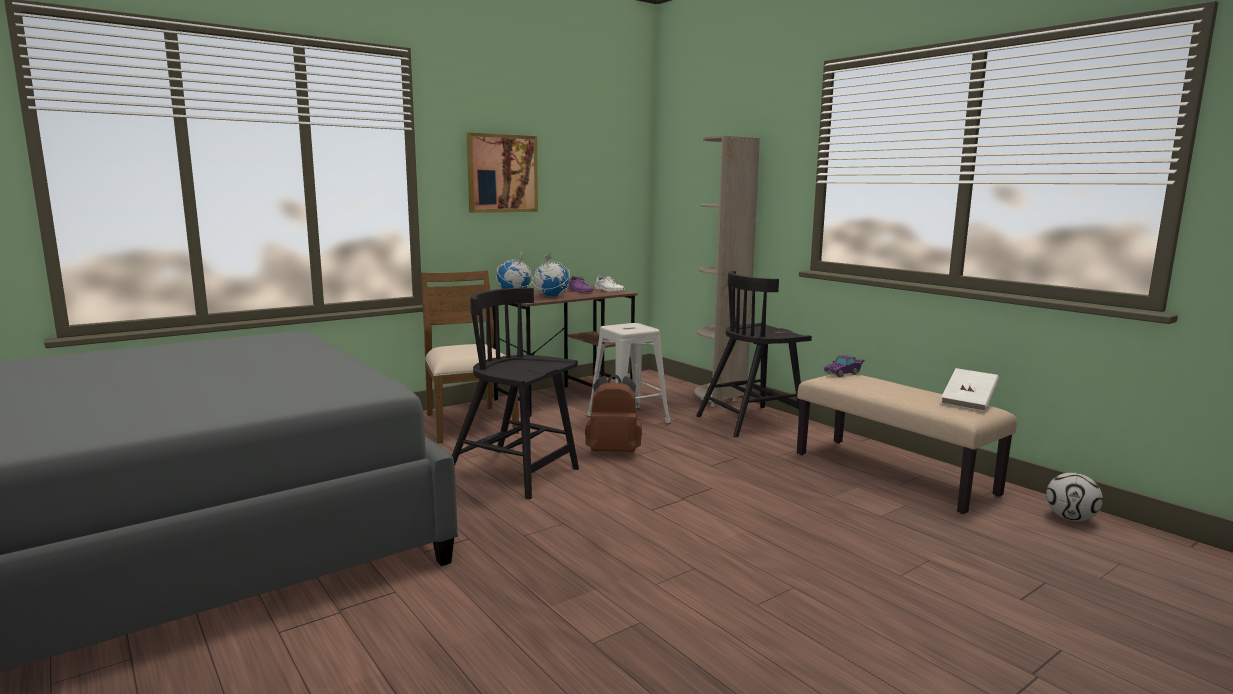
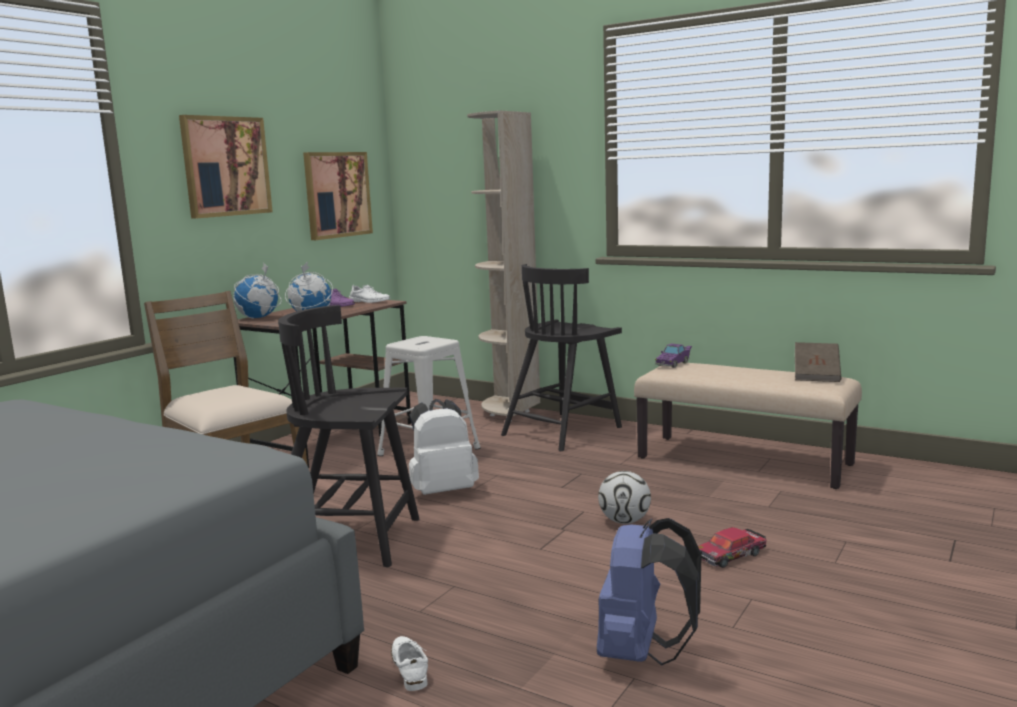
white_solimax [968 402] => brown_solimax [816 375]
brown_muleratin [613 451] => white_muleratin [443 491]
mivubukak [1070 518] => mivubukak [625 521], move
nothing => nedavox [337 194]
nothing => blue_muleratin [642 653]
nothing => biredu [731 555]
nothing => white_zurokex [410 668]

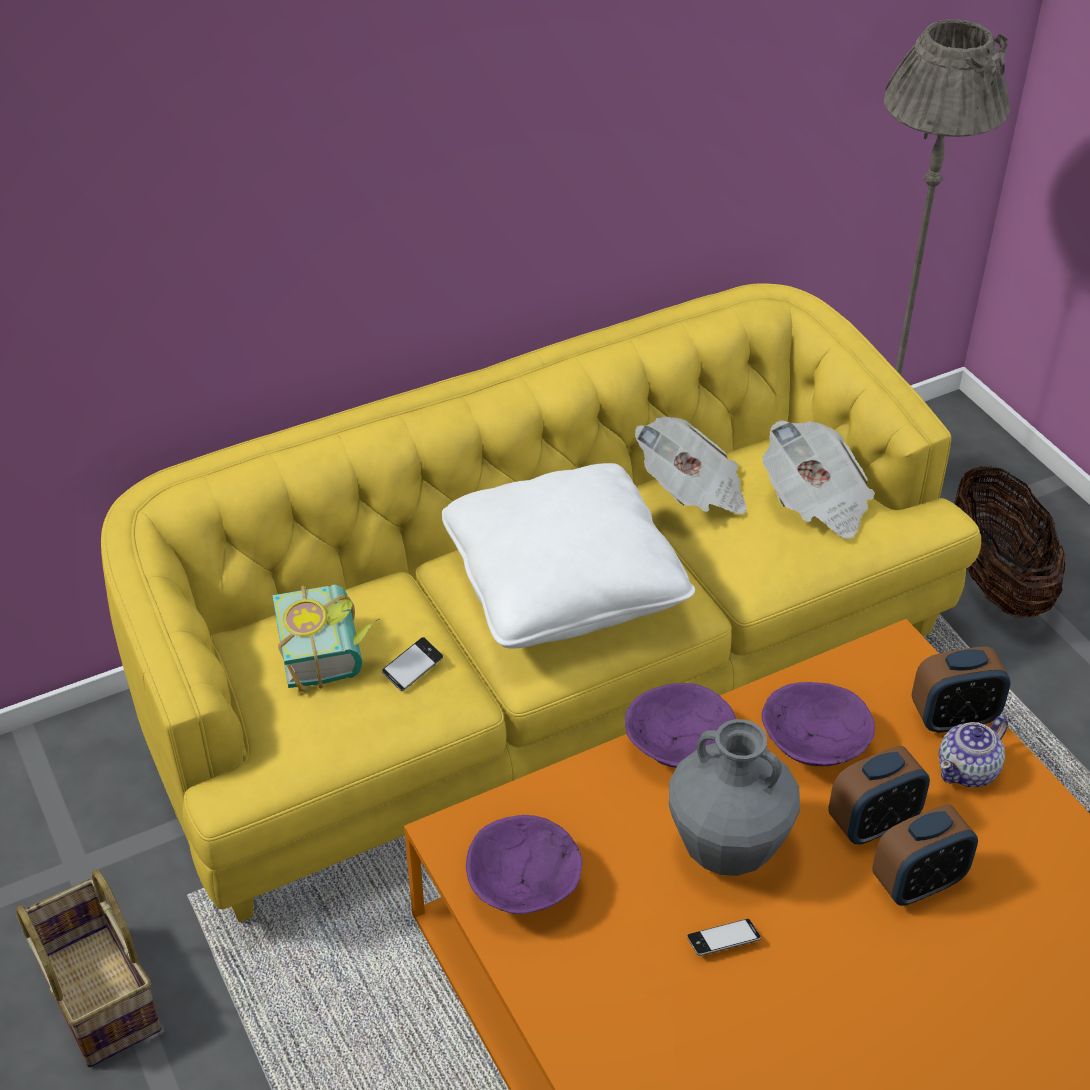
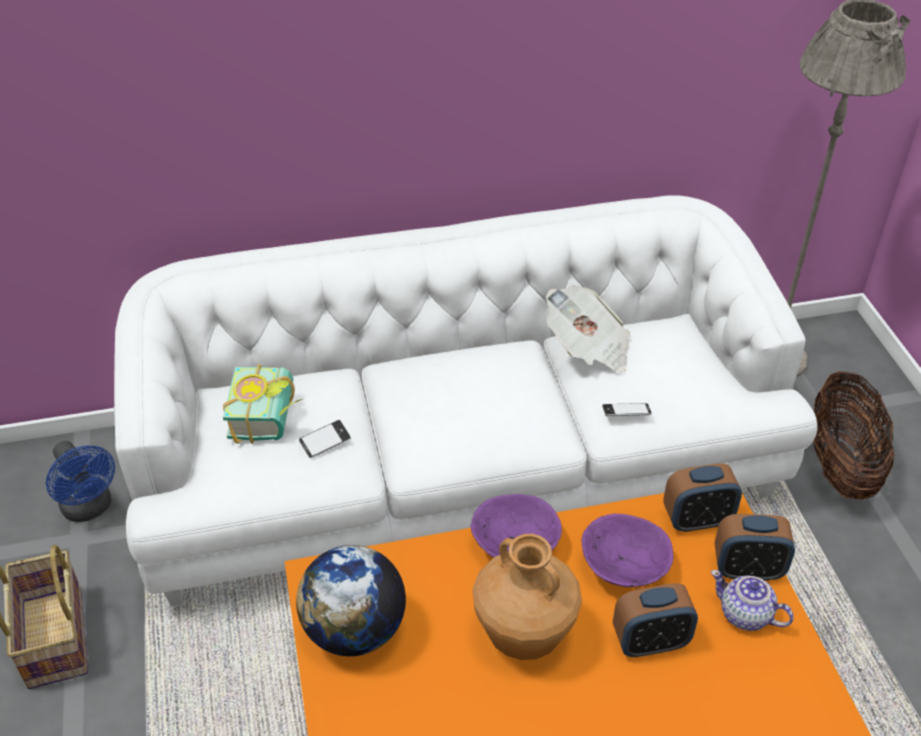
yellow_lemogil [544 674] => white_lemogil [459 467]
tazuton [816 502] => nothing
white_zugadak [564 583] => nothing
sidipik [968 770] => sidipik [745 615], 60 degrees clockwise
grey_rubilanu [728 850] => brown_rubilanu [524 637]
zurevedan [918 883] => zurevedan [697 520], move
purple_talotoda [524 888] => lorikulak [355 630]
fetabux [723 941] => fetabux [626 412], move
nothing => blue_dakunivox [90 508]

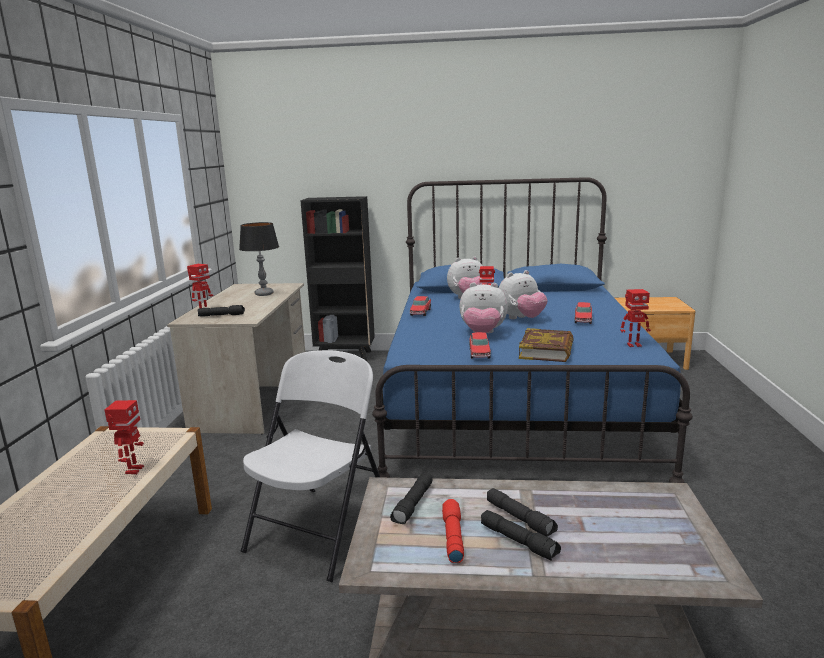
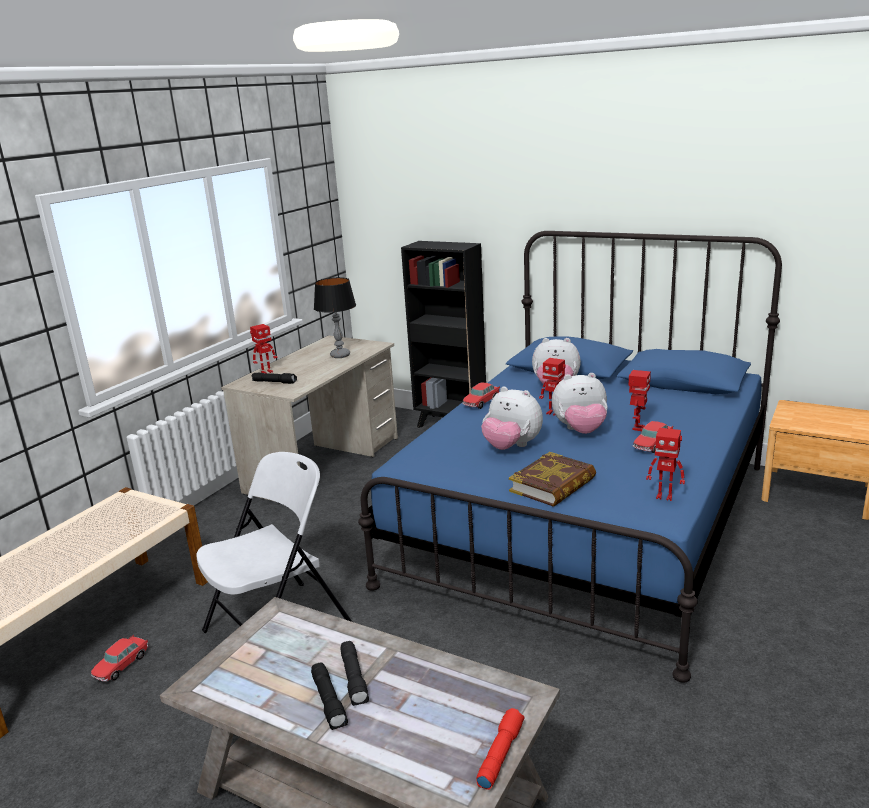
biredu [479 353] => biredu [121 665], move
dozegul [133 470] => dozegul [637 428], move
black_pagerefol [414 504] => nothing
red_pagerefol [452 536] => red_pagerefol [500 754], move

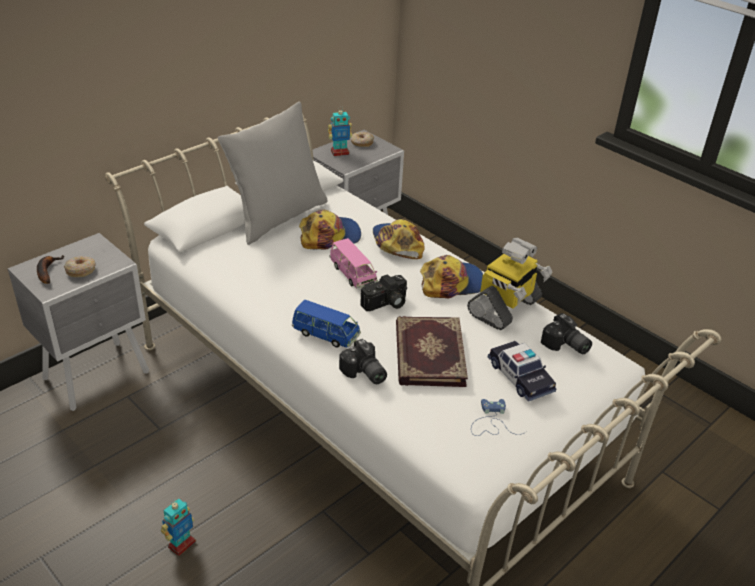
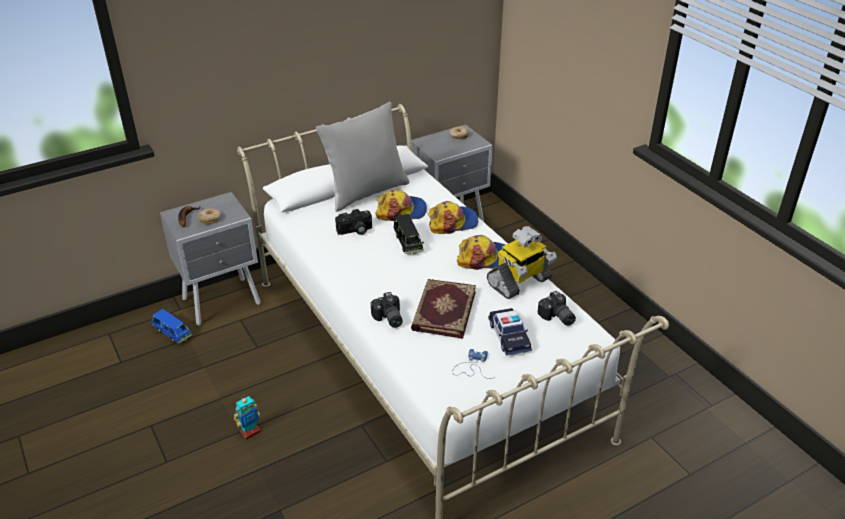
dozegul [340 152] => nothing
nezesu [397 244] => nezesu [452 222], 75 degrees clockwise
pink_biredu [352 274] => black_biredu [408 243]
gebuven [386 304] => gebuven [355 231], move
blue_biredu [326 335] => blue_biredu [173 333], move

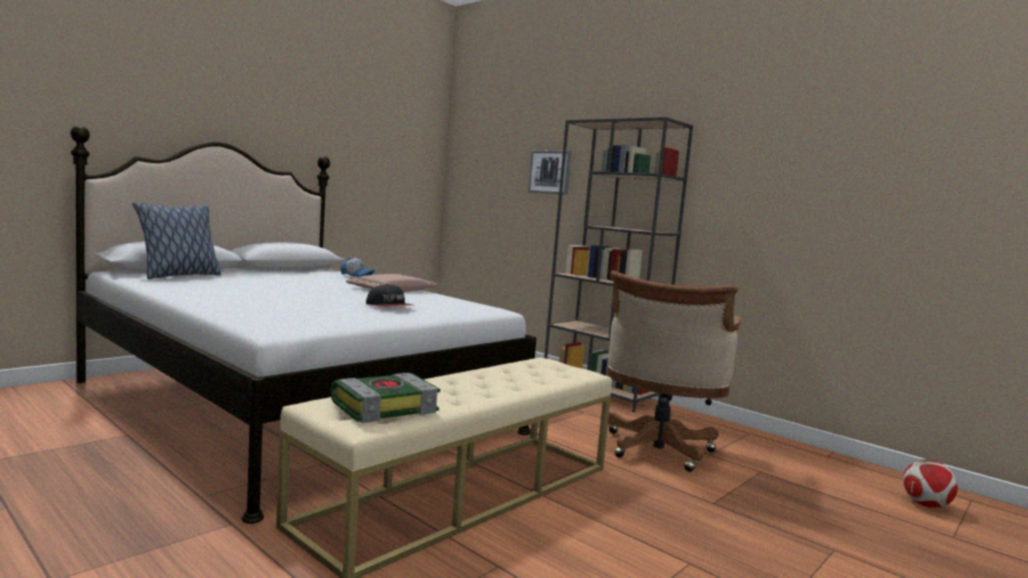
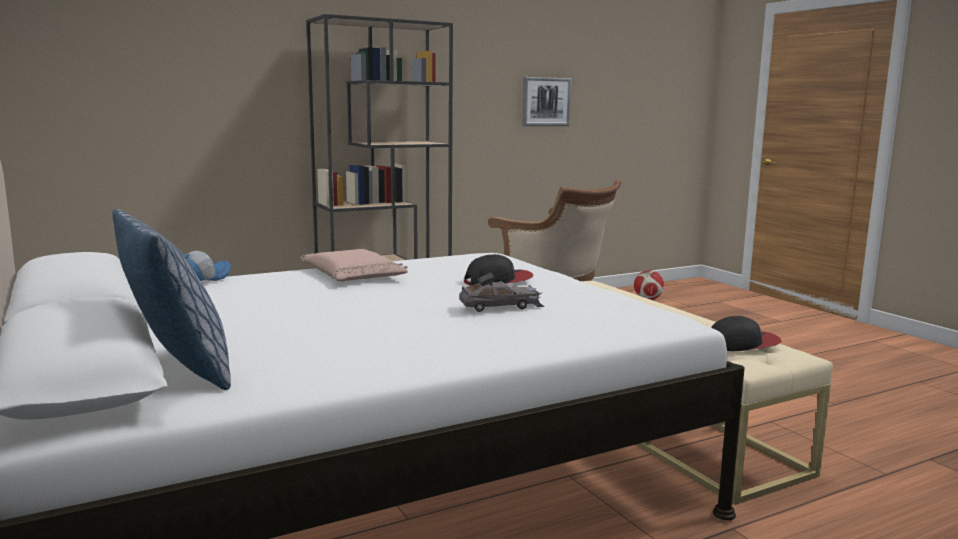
nedavox [550 172] => nedavox [545 102], move
solimax [385 407] => nezesu [742 344]
nothing => grey_biredu [501 306]

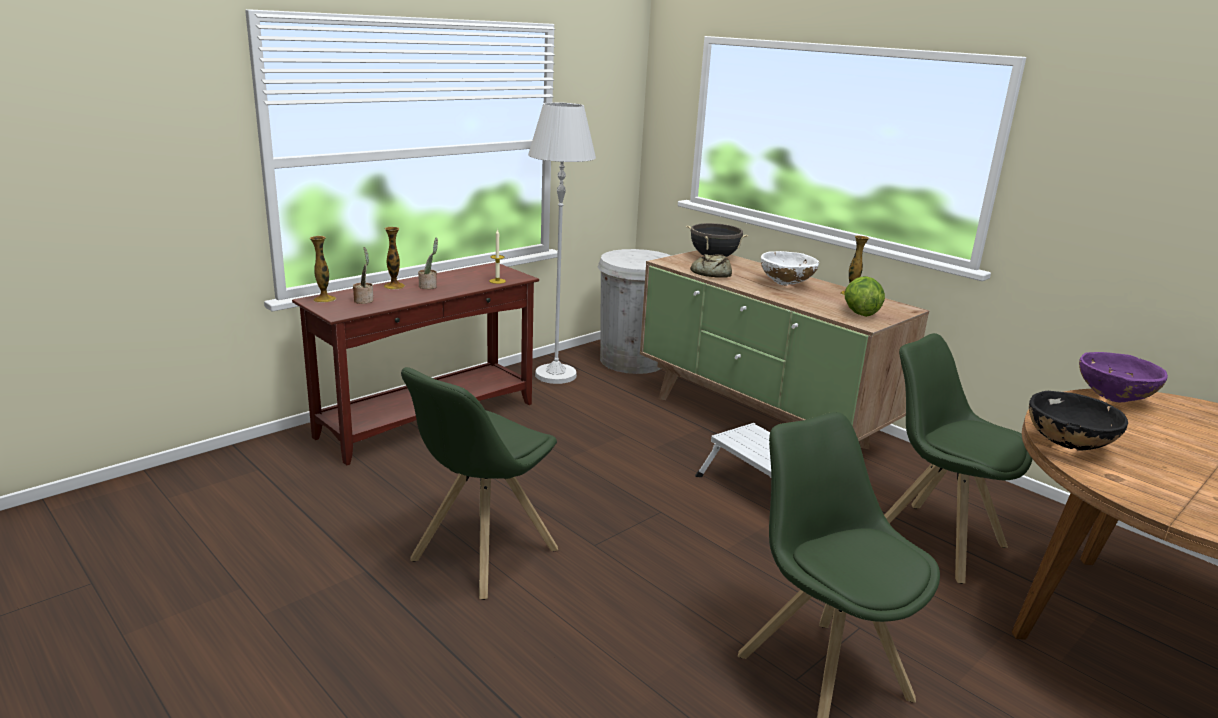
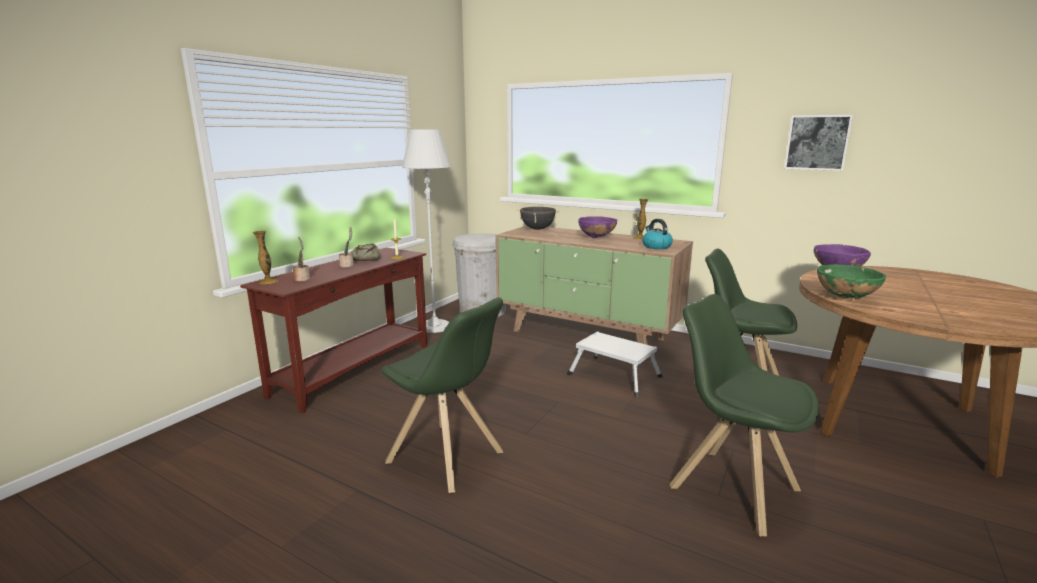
rubilanu [394 286] => nothing
white_talotoda [786 285] => purple_talotoda [596 237]
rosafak [710 273] => rosafak [365 259], move
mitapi [859 313] => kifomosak [656 246]
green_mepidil [483 554] => green_mepidil [446 457], 75 degrees counterclockwise
black_talotoda [1067 447] => green_talotoda [845 298]
nothing => nedavox [817 142]

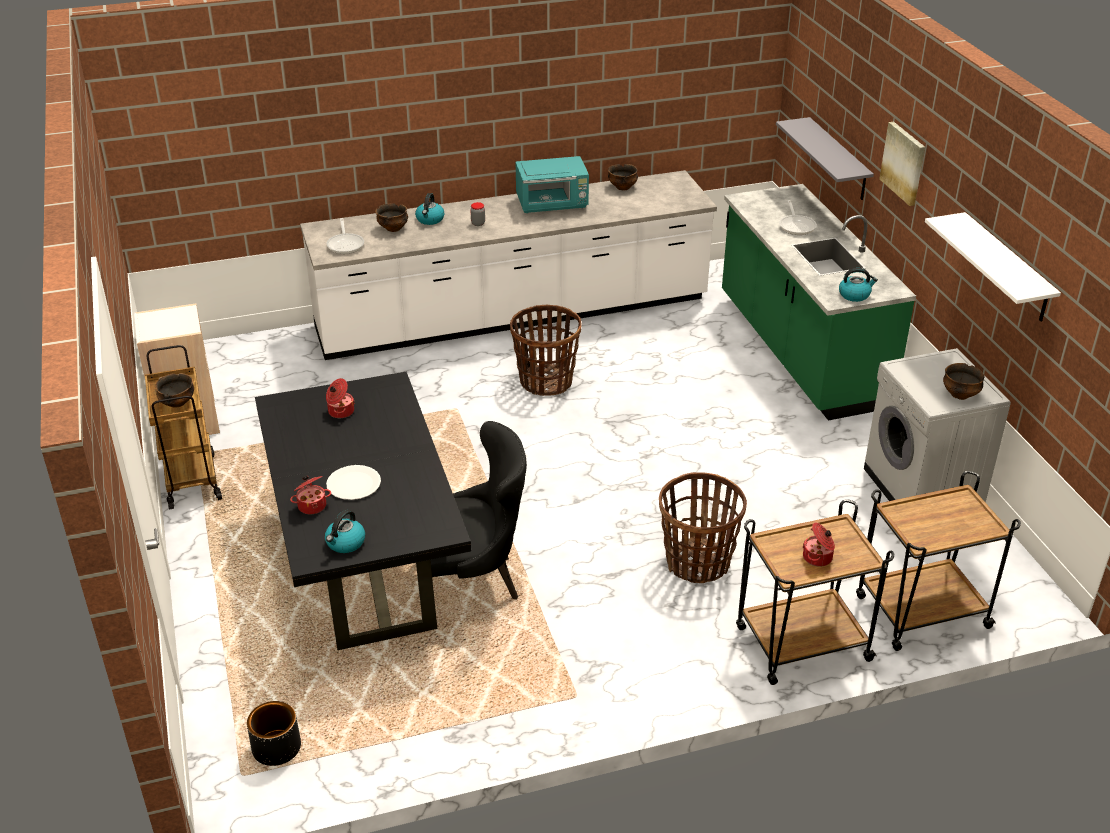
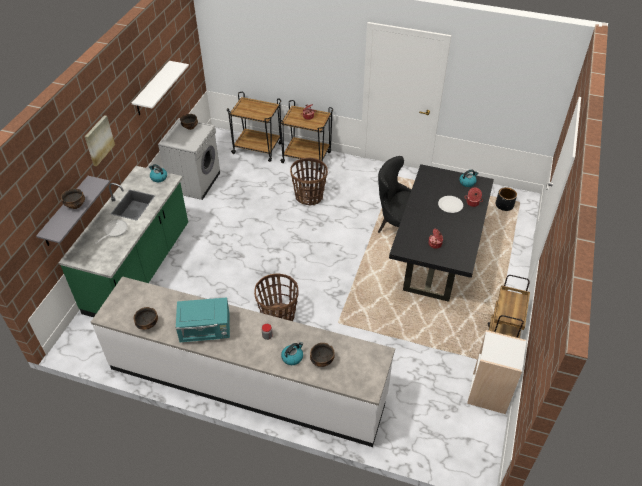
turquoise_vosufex [553 204] => turquoise_vosufex [206 330], 150 degrees clockwise
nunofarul [345 244] => nothing
talotoda [177 403] => talotoda [75 205], move

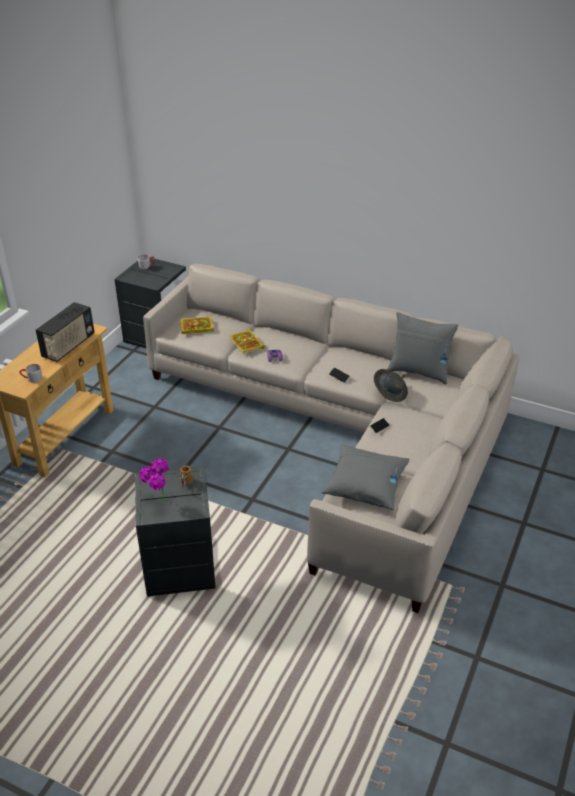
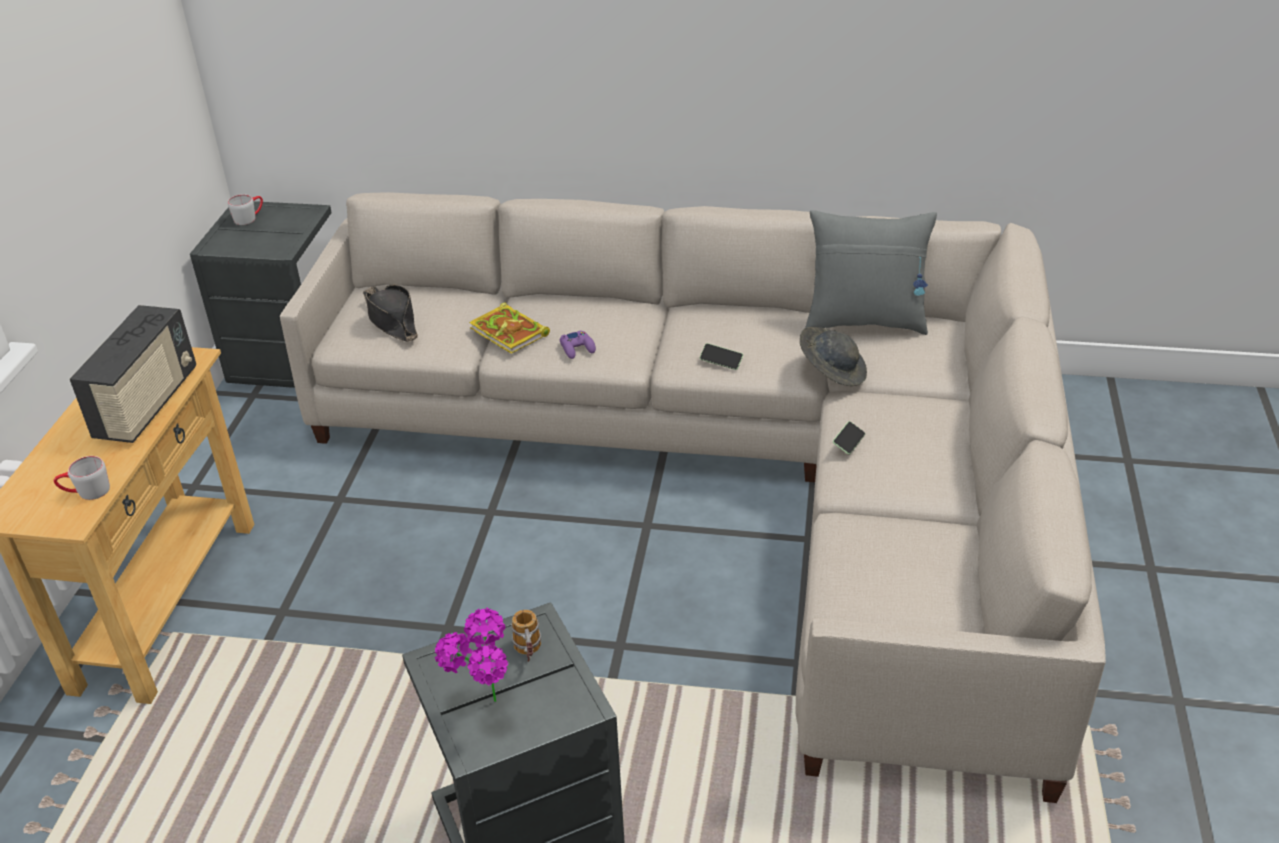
solimax [196 327] => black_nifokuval [391 320]
grey_zugadak [365 486] => nothing

